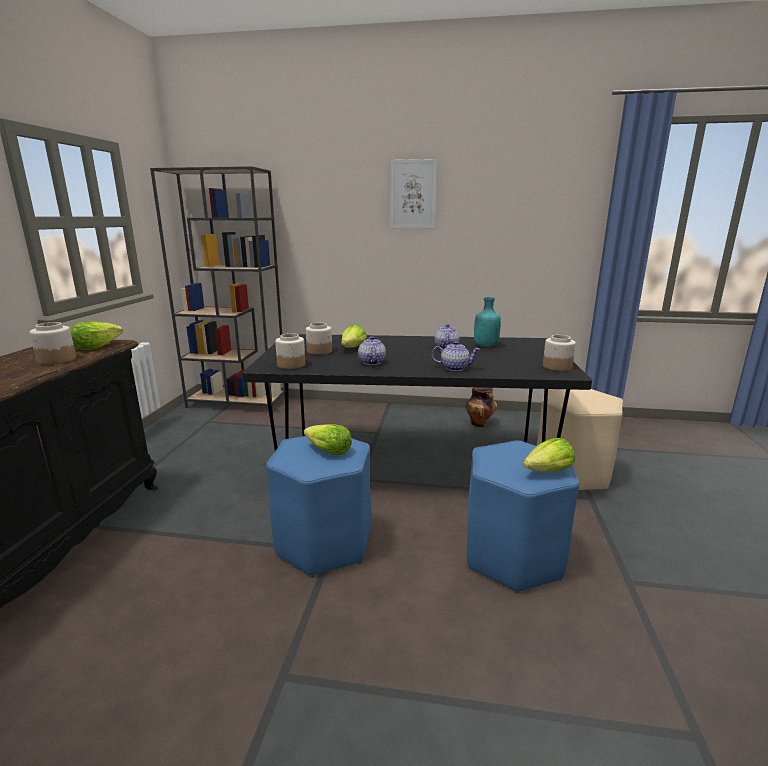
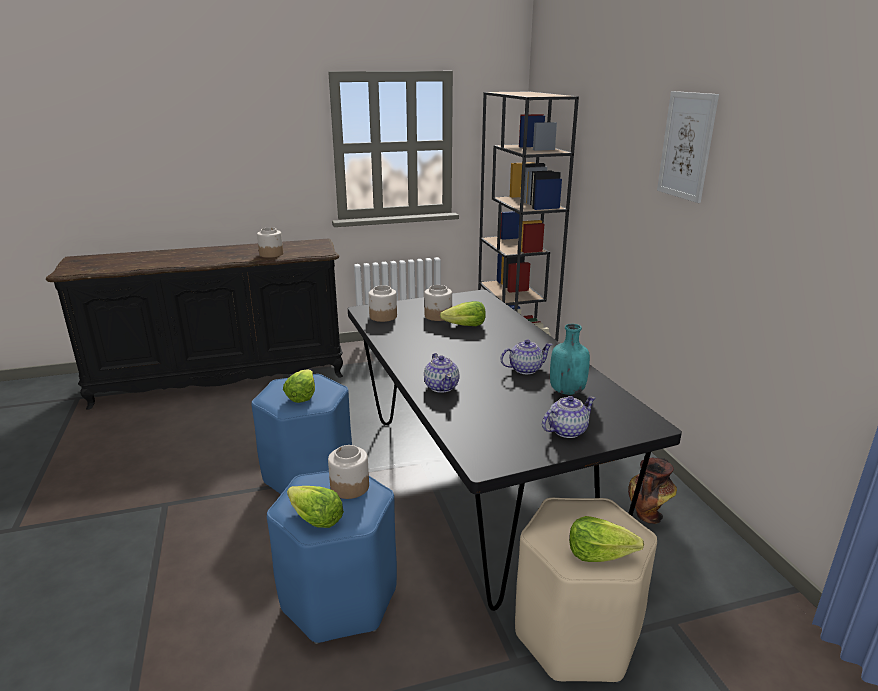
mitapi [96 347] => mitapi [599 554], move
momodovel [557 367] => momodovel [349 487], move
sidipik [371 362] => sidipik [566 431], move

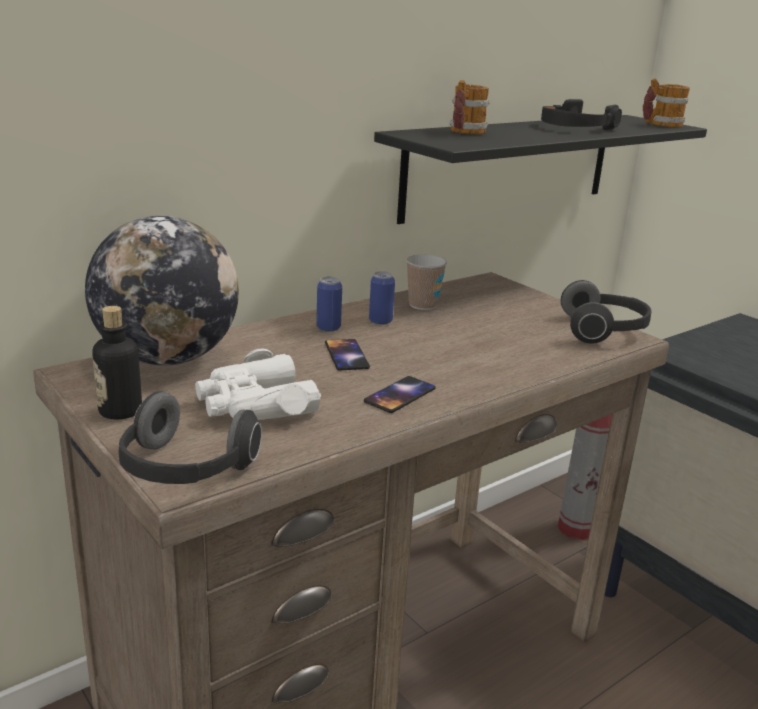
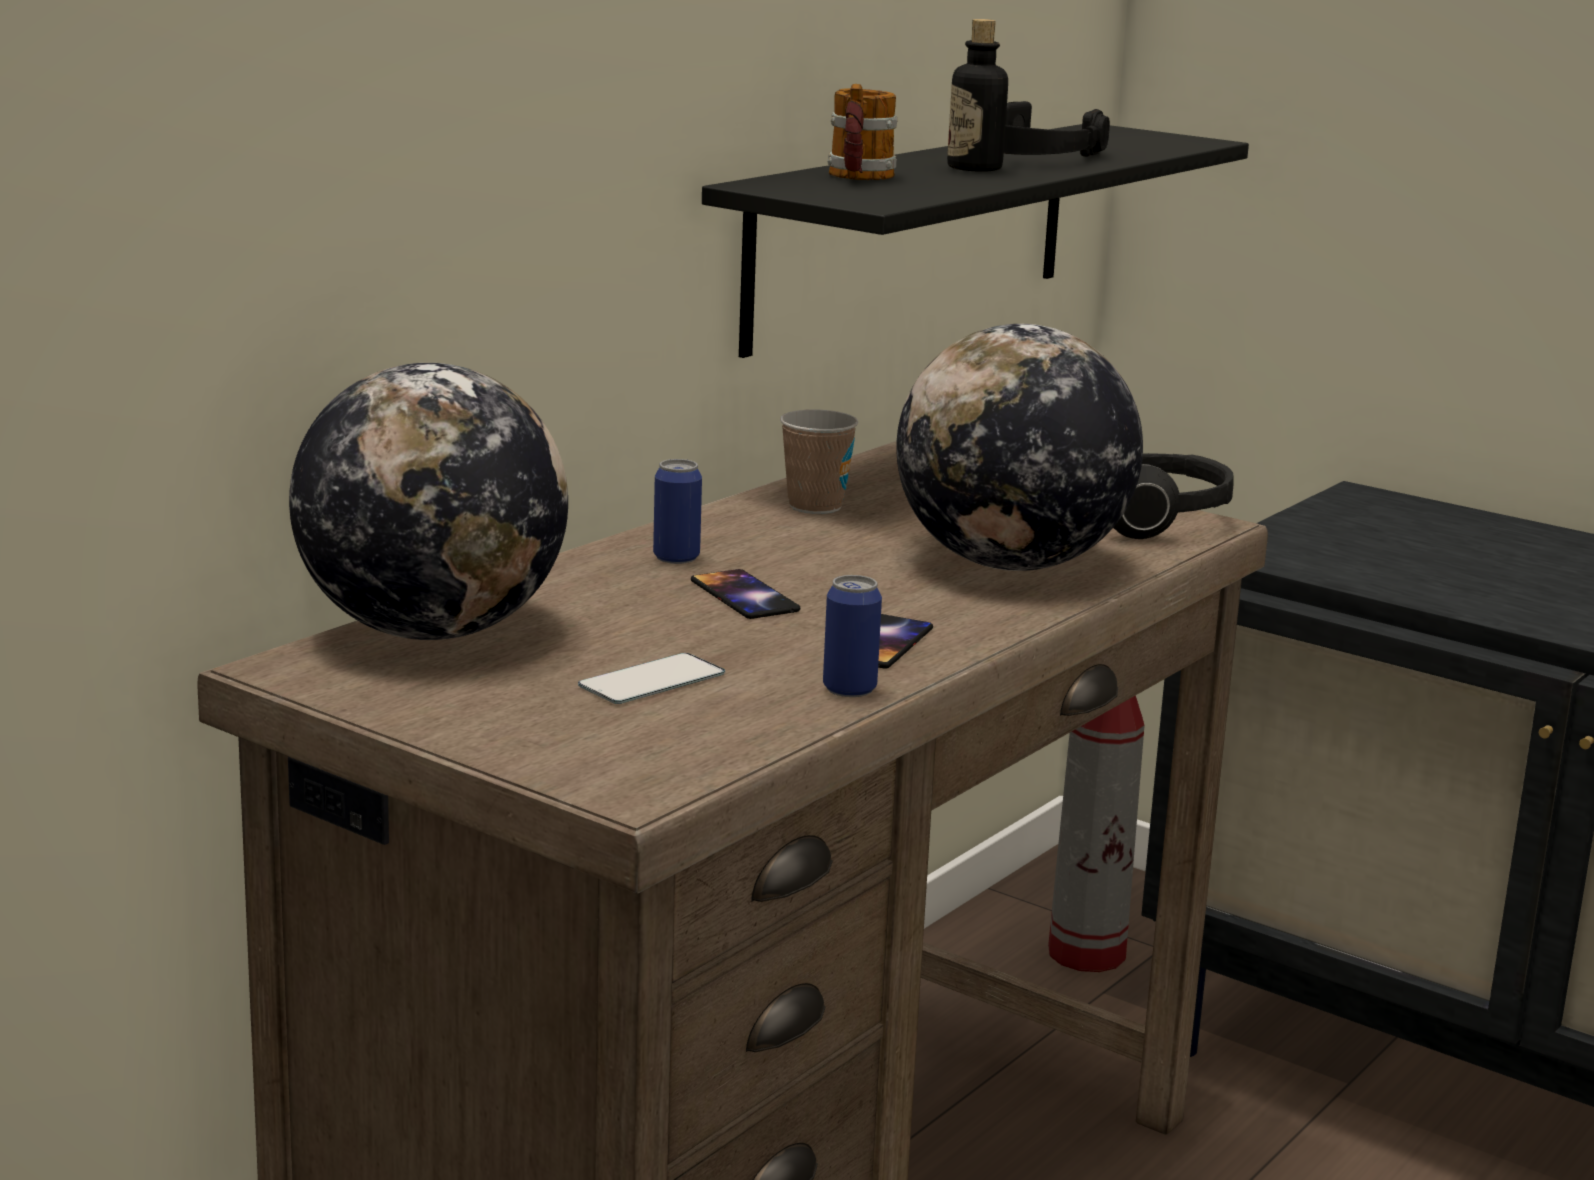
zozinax [660 125] => nothing
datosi [380 321] => datosi [849 689], move
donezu [120 411] => donezu [974 168], move
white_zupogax [255 404] => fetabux [652 680]
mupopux [184 470] => nothing
nothing => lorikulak [1010 564]

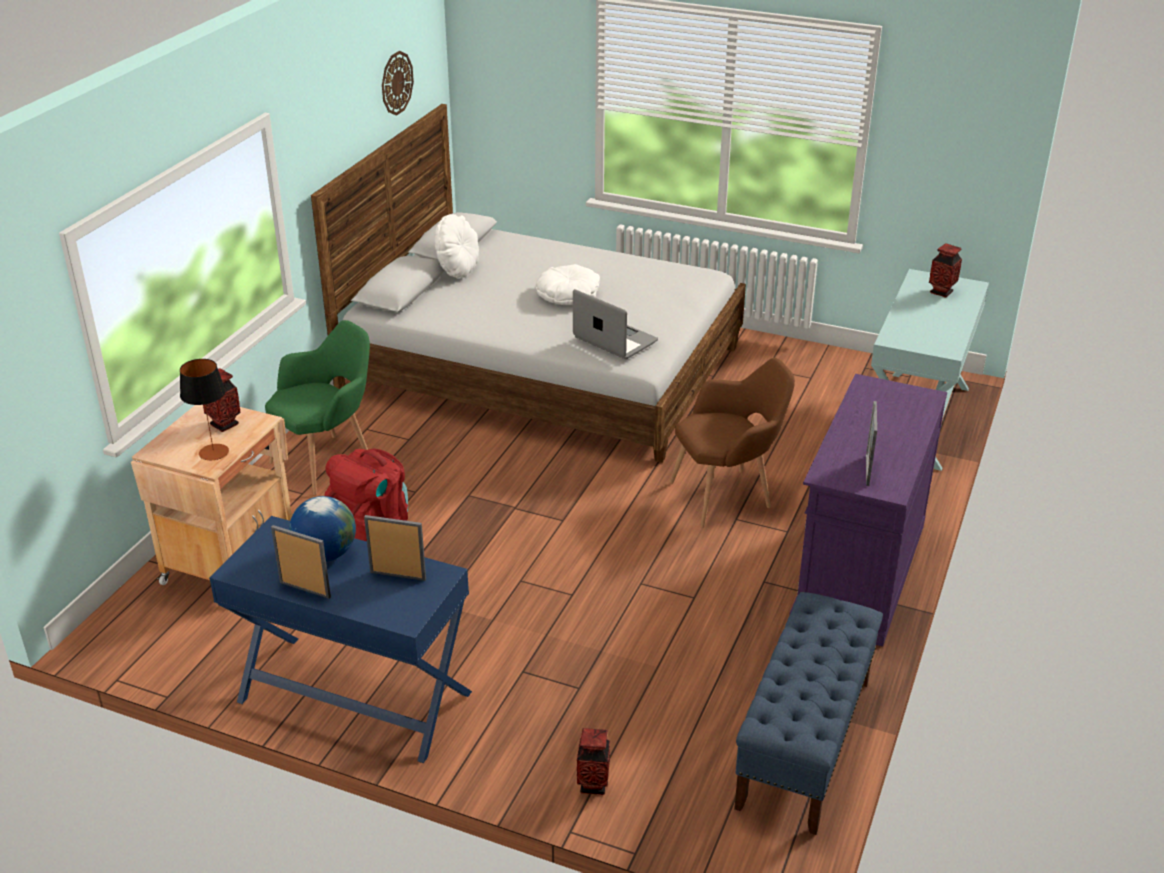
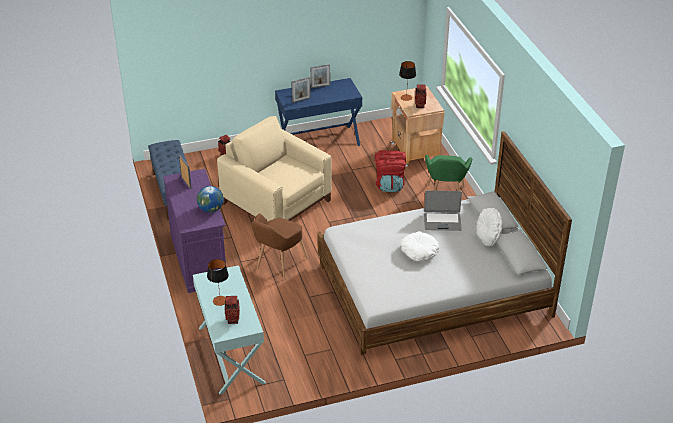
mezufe [396 83] => nothing
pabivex [614 340] => pabivex [442 221], move
lorikulak [326 554] => lorikulak [211 209], move
nothing => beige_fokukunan [277 202]
nothing => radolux [220 300]

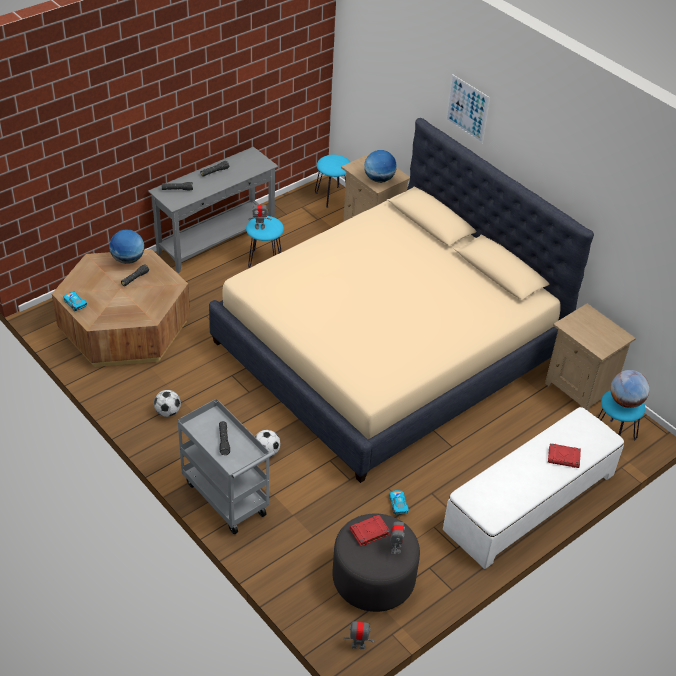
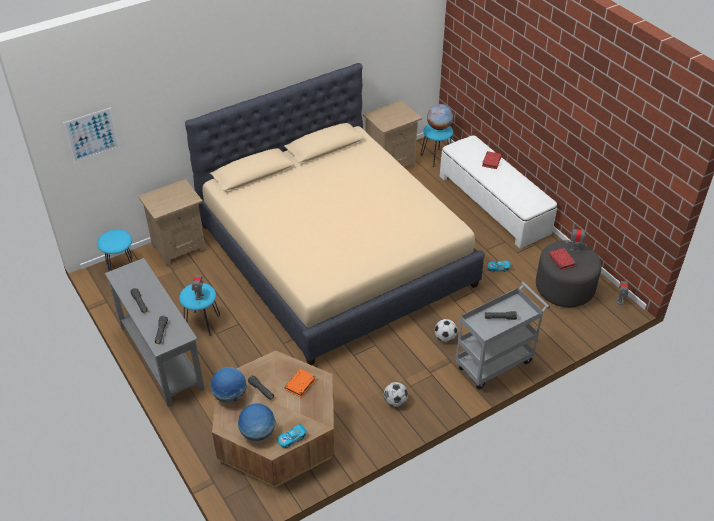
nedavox [467 108] => nedavox [91 135], move
lorikulak [379 179] => lorikulak [257 433], move
nothing => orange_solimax [300 384]

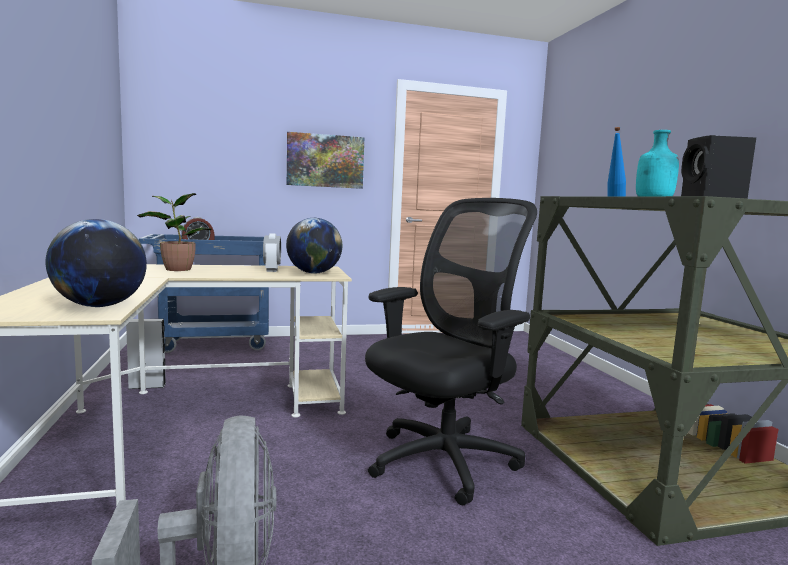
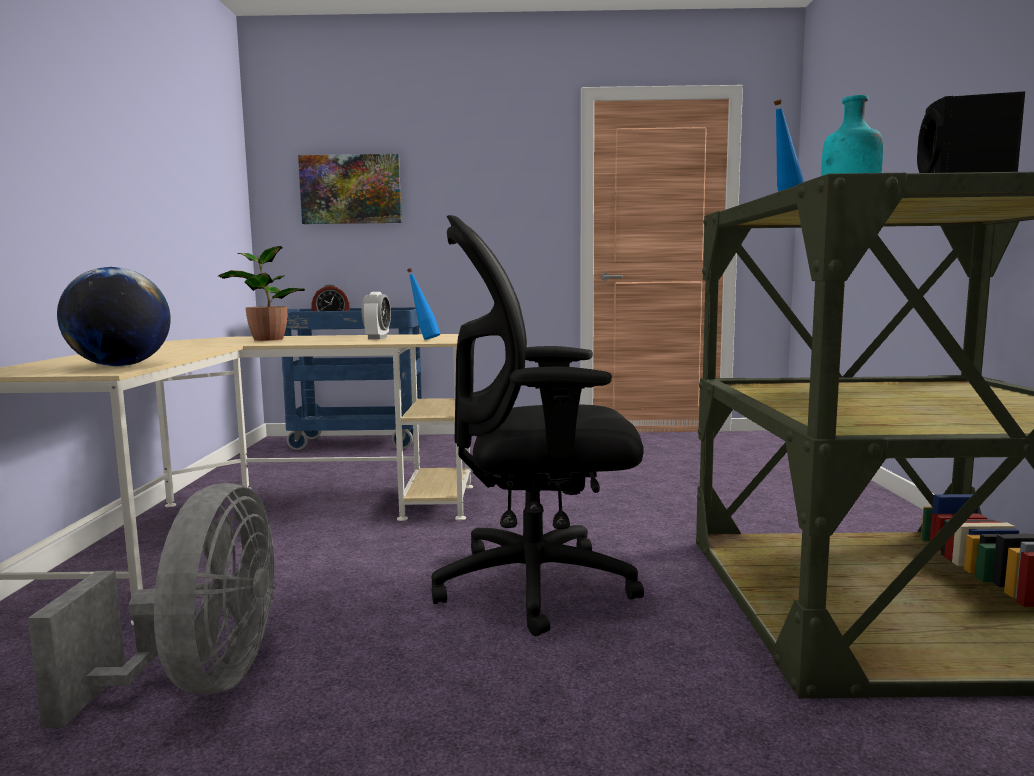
nedavox [325 161] => nedavox [351 189], move
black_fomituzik [439 466] => black_fomituzik [546 582], 150 degrees counterclockwise
lorikulak [313 273] => blue_donezu [424 339]
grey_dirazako [147 386] => nothing

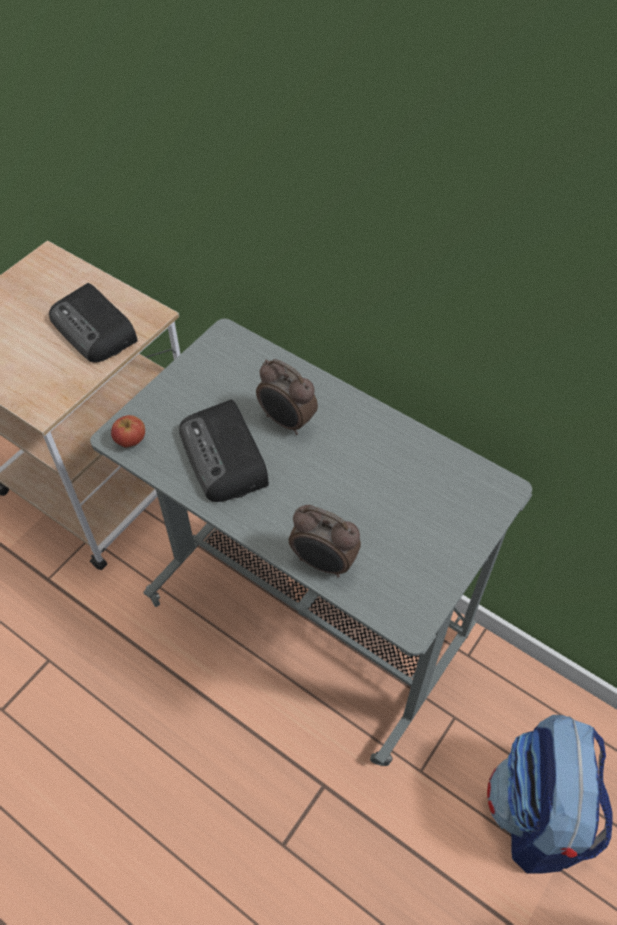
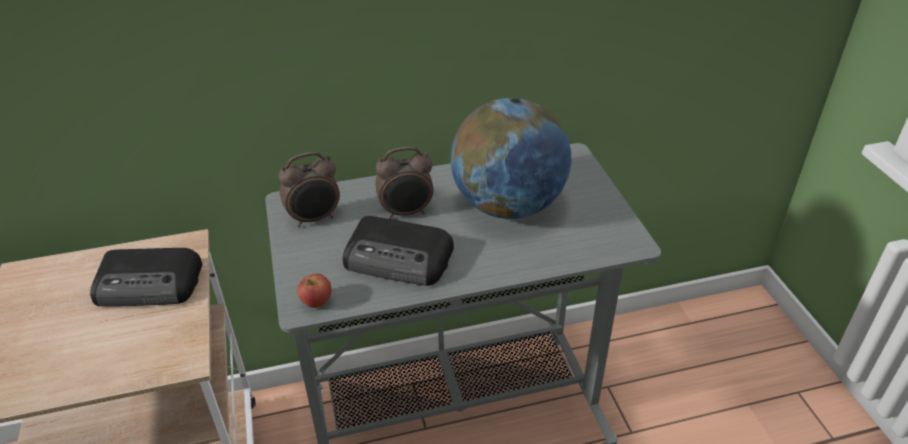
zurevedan [323 563] => zurevedan [315 219], move
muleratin [537 813] => nothing
nothing => lorikulak [508 206]

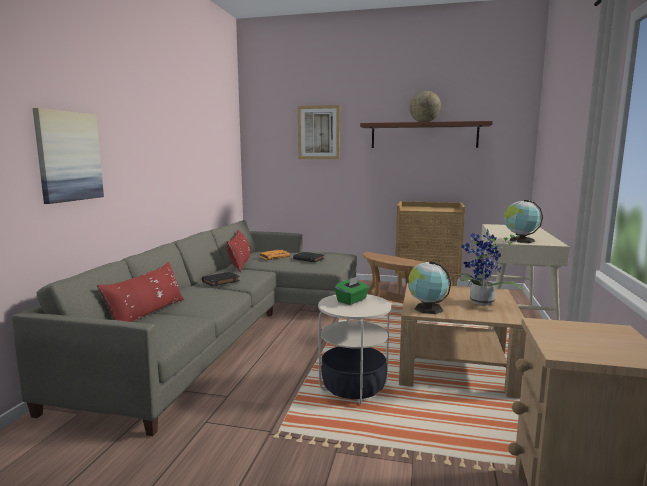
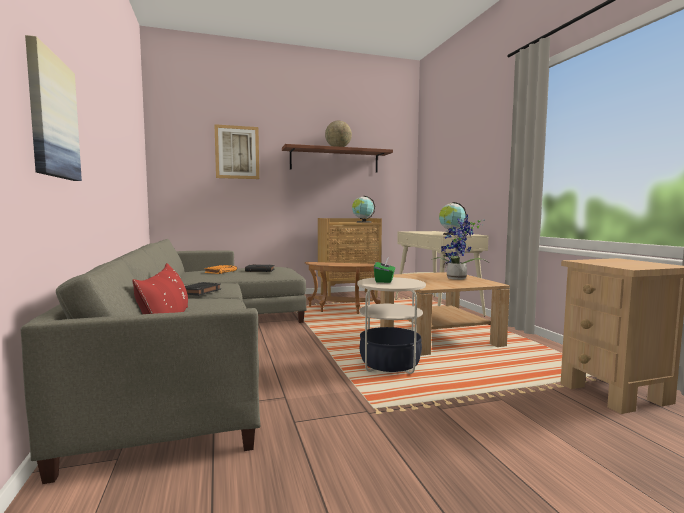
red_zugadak [240 263] => nothing
lorikulak [426 309] => lorikulak [363 222], move

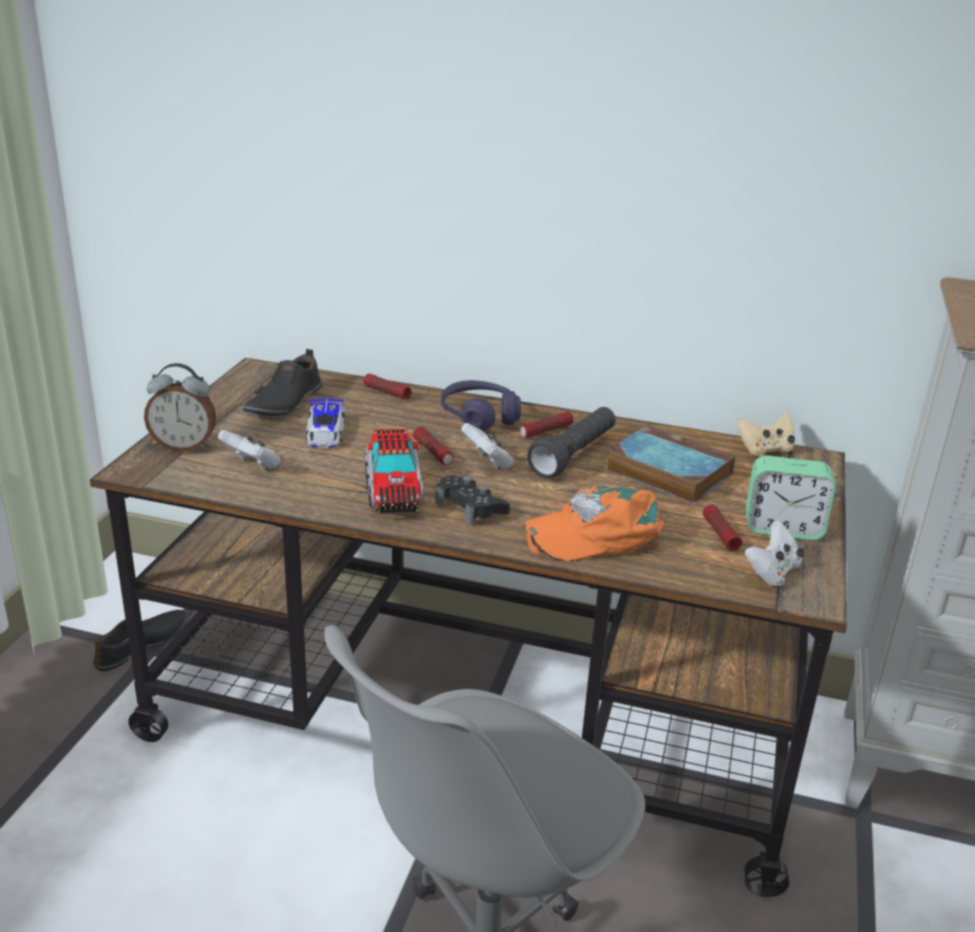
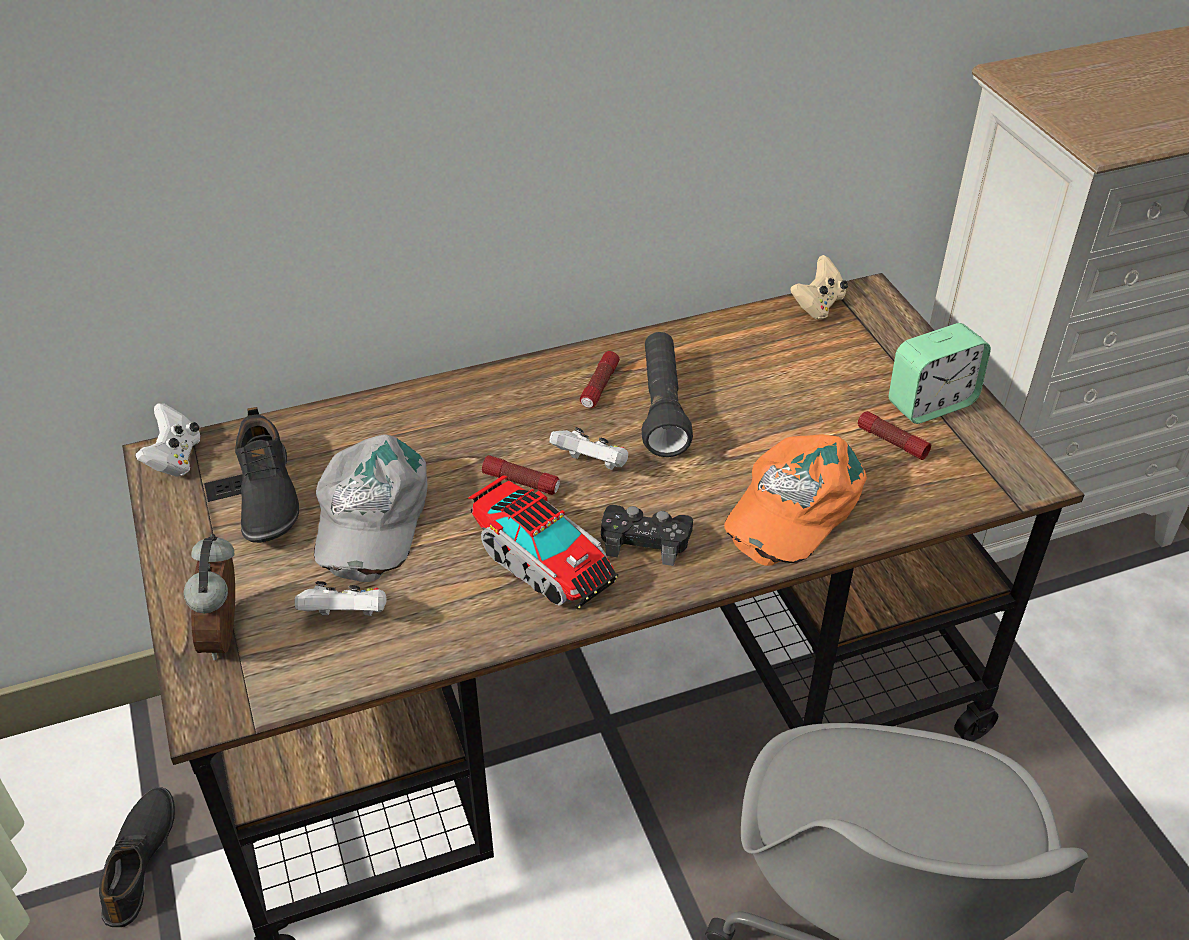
zurevedan [184 446] => zurevedan [227 635], 120 degrees clockwise
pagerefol [386 392] => nothing
purple_mupopux [479 417] => nothing
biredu [325 431] => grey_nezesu [369 516]
solimax [665 471] => nothing
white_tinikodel [772 572] => white_tinikodel [175 458], move

